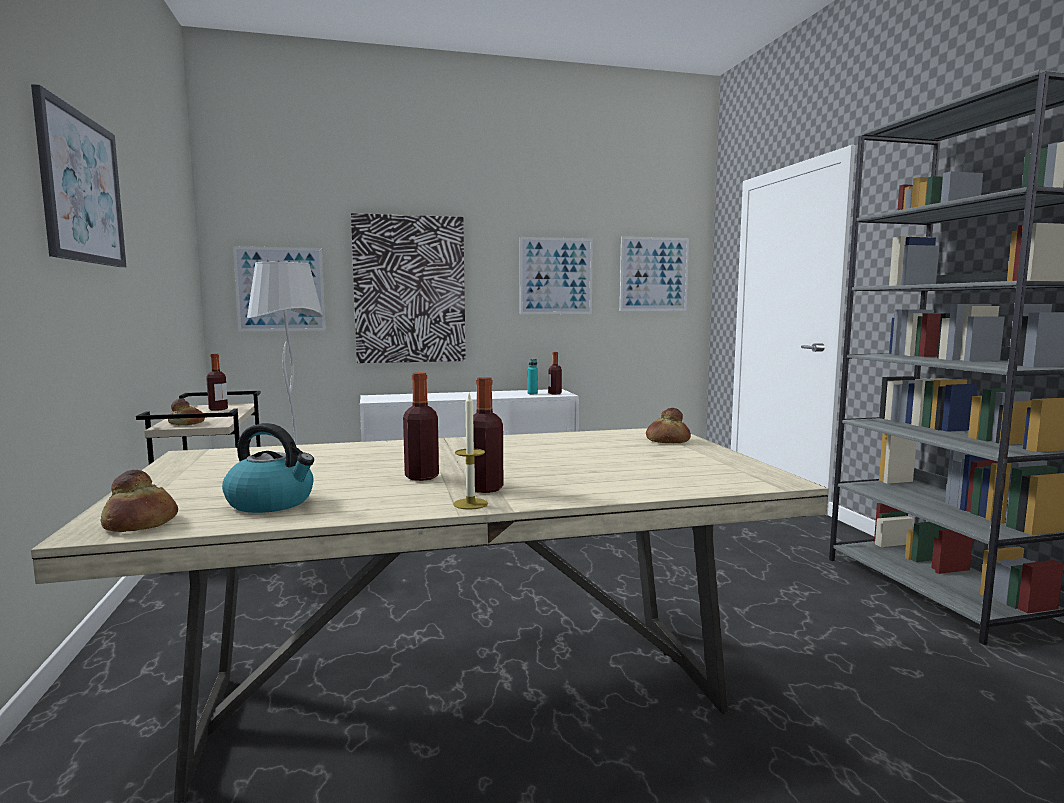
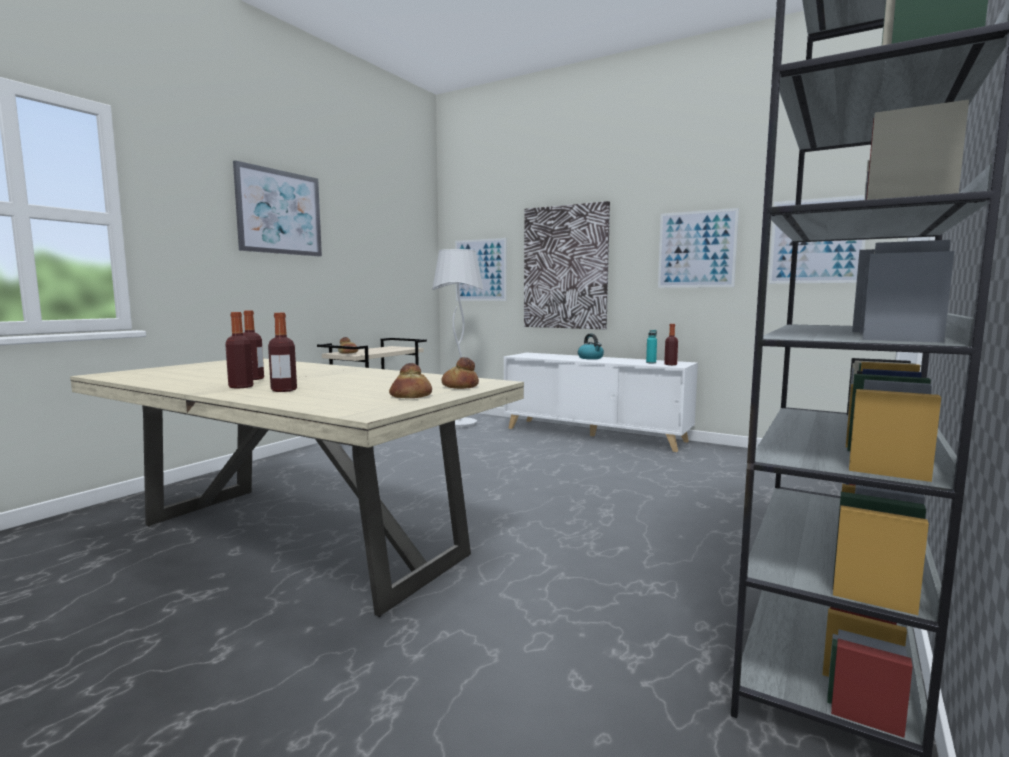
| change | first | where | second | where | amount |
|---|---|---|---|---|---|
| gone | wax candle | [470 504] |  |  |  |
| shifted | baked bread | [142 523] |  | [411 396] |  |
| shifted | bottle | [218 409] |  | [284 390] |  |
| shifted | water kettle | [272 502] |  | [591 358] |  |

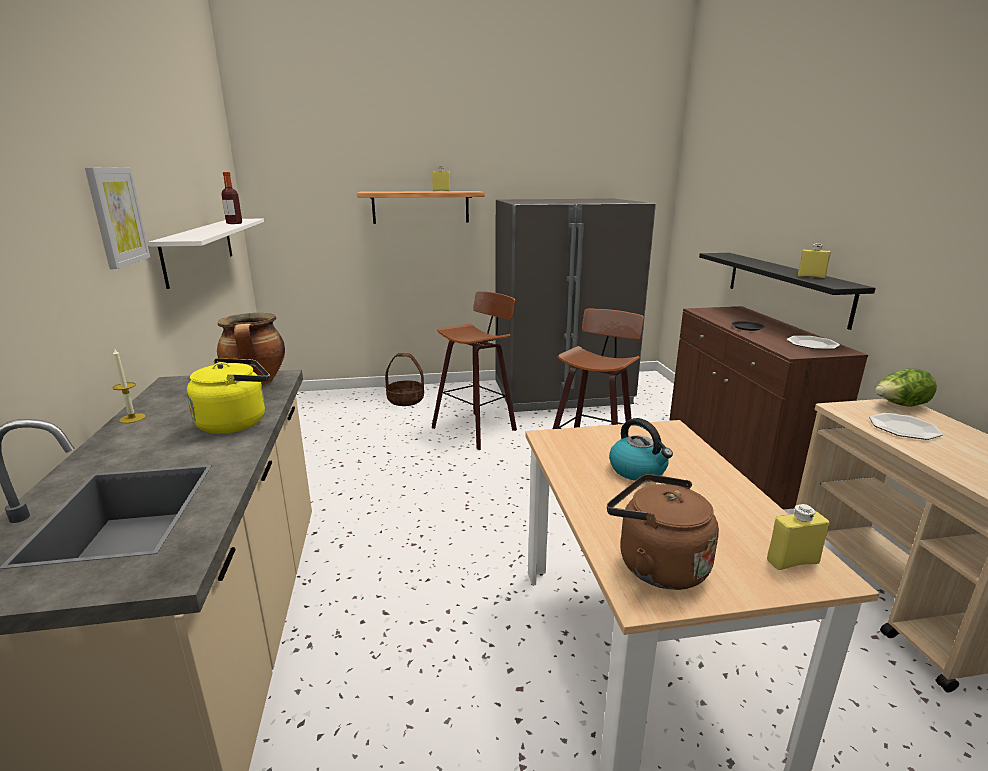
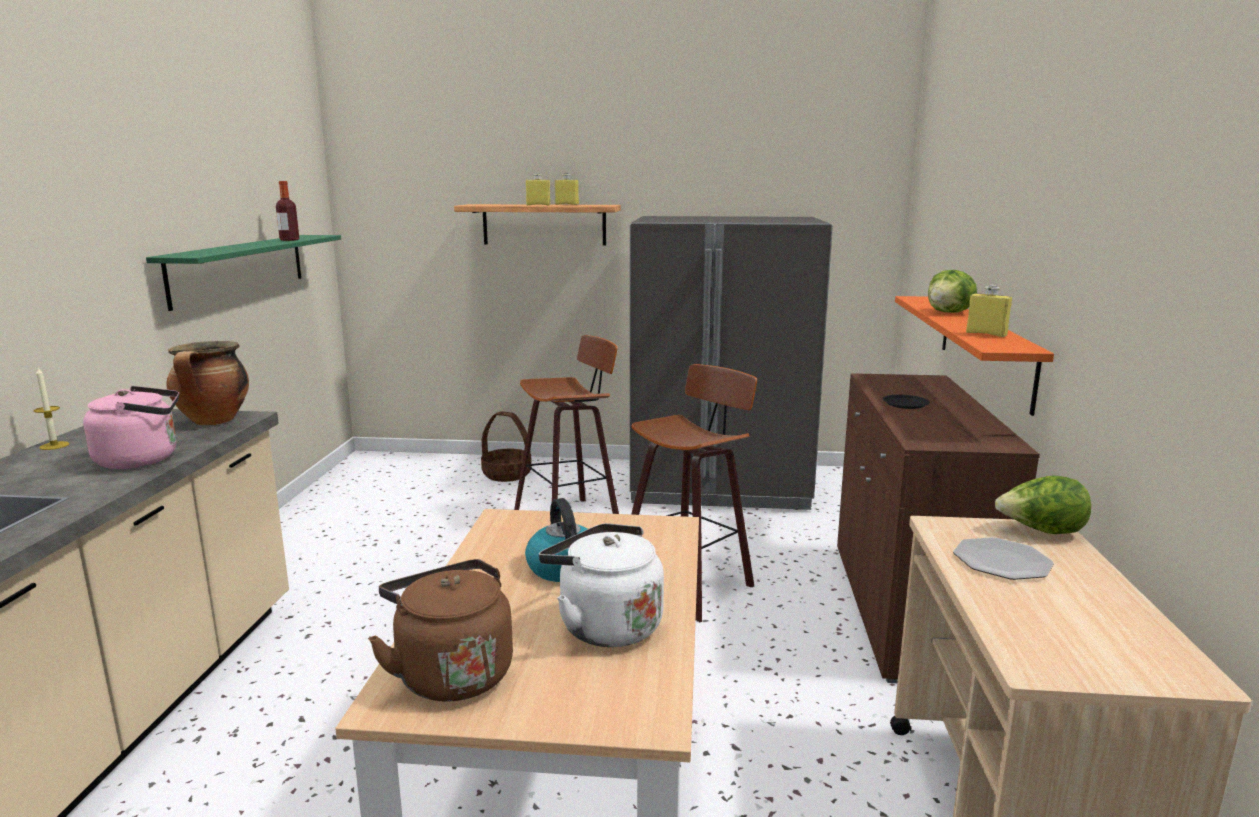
| change | first | where | second | where | amount |
|---|---|---|---|---|---|
| gone | wall art | [117 216] |  |  |  |
| gone | dinner plate | [812 344] |  |  |  |
| new |  |  | white-coloured water kettle | [604 625] |  |
| new |  |  | head of lettuce | [949 313] |  |
| shifted | yellowish bottle | [792 561] |  | [538 205] |  |
| repainted | white-coloured shelf | [200 249] | green shelf | [240 268] |  |
| repainted | yellowish water kettle | [237 422] | pinkish water kettle | [143 459] |  |
| repainted | black-coloured shelf | [785 286] | orangey shelf | [985 348] |  |

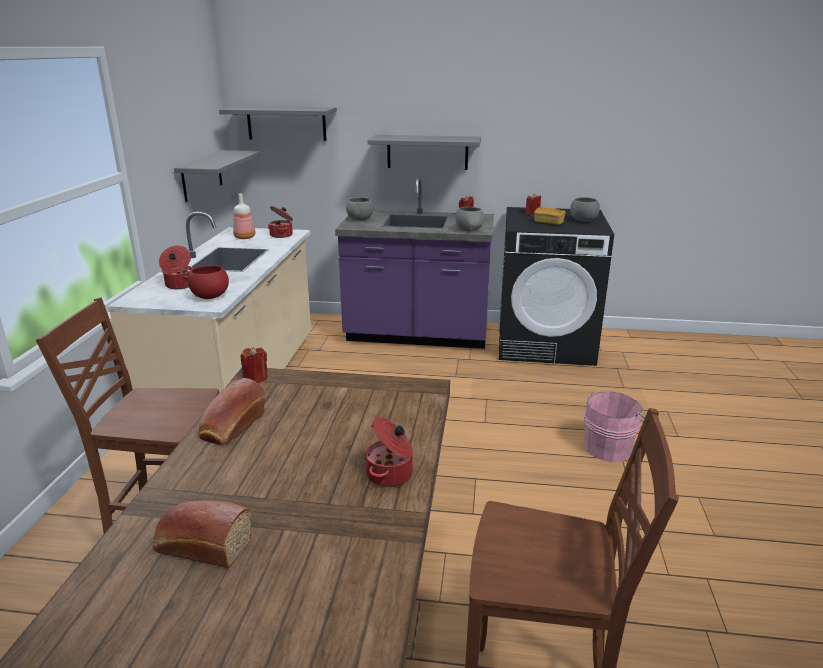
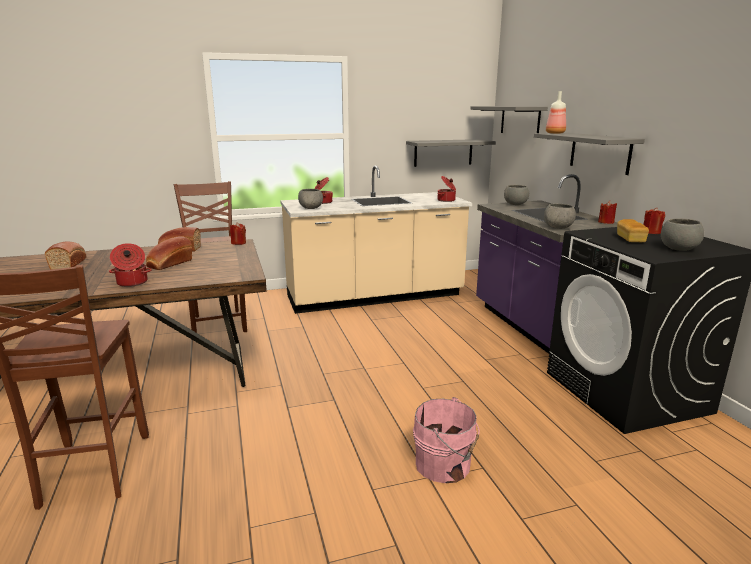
| change | first | where | second | where | amount |
|---|---|---|---|---|---|
| new |  |  | baked bread | [169 264] |  |
| shifted | bottle | [244 237] |  | [554 133] |  |
| repainted | red-coloured deep dish | [210 297] | gray deep dish | [311 208] |  |

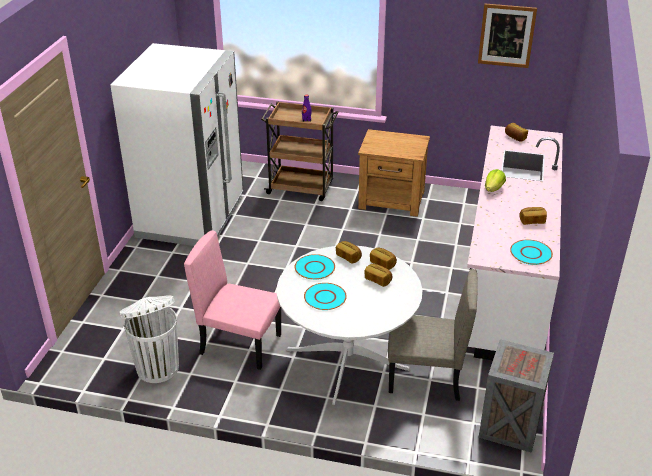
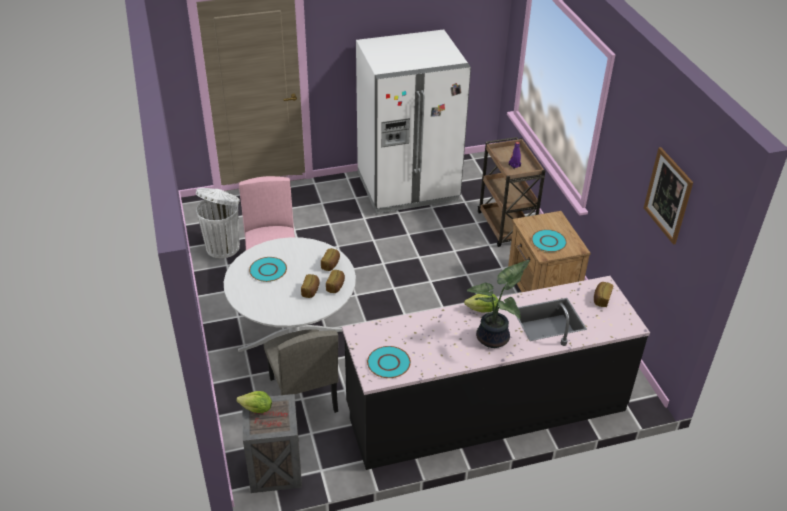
| change | first | where | second | where | amount |
|---|---|---|---|---|---|
| gone | baked bread | [532 221] |  |  |  |
| new |  |  | head of lettuce | [257 409] |  |
| new |  |  | houseplant | [495 338] |  |
| shifted | blue-green dinner plate | [314 268] |  | [548 241] |  |
| repainted | white-coloured kitchen counter | [506 277] | black-coloured kitchen counter | [486 408] |  |

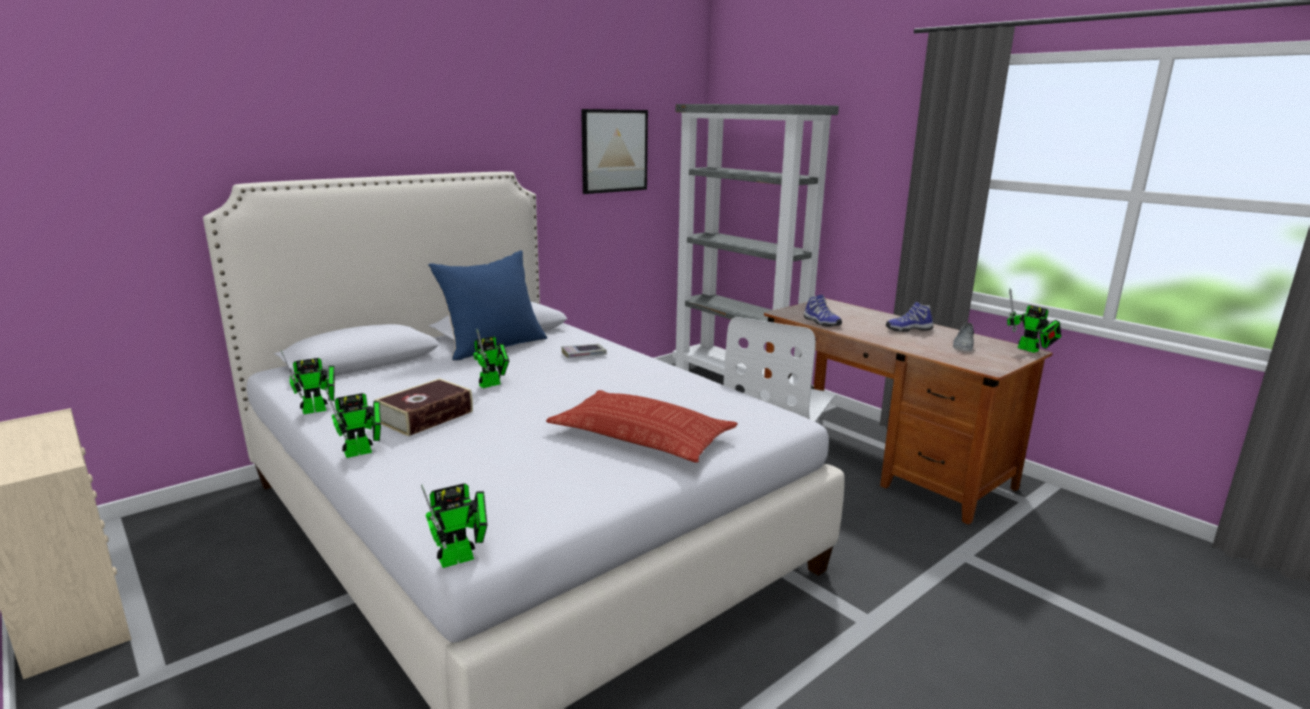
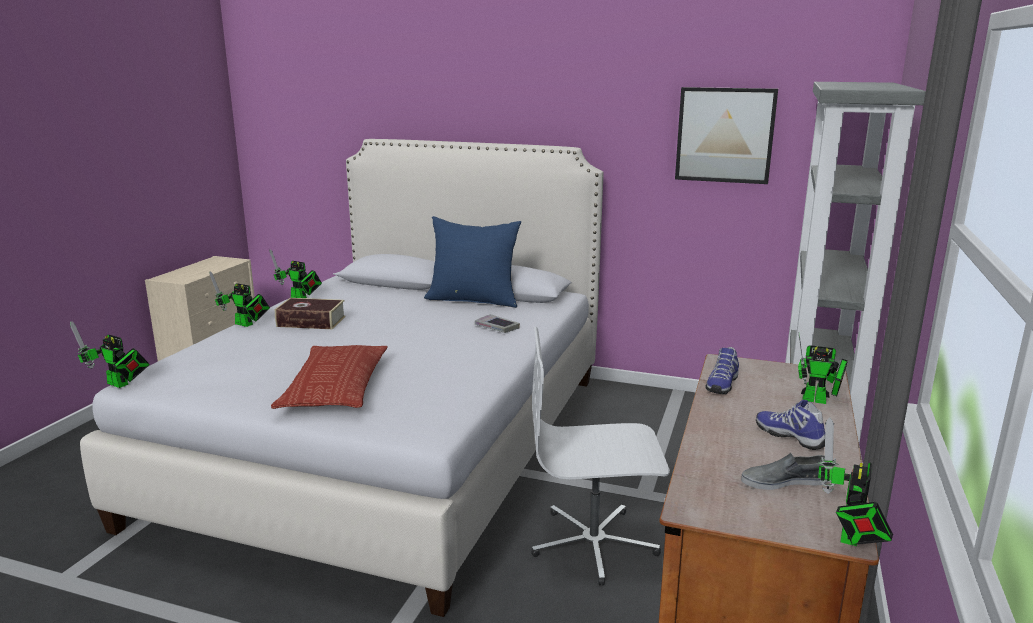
| change | first | where | second | where | amount |
|---|---|---|---|---|---|
| shifted | robot figure | [493 384] |  | [818 400] |  |

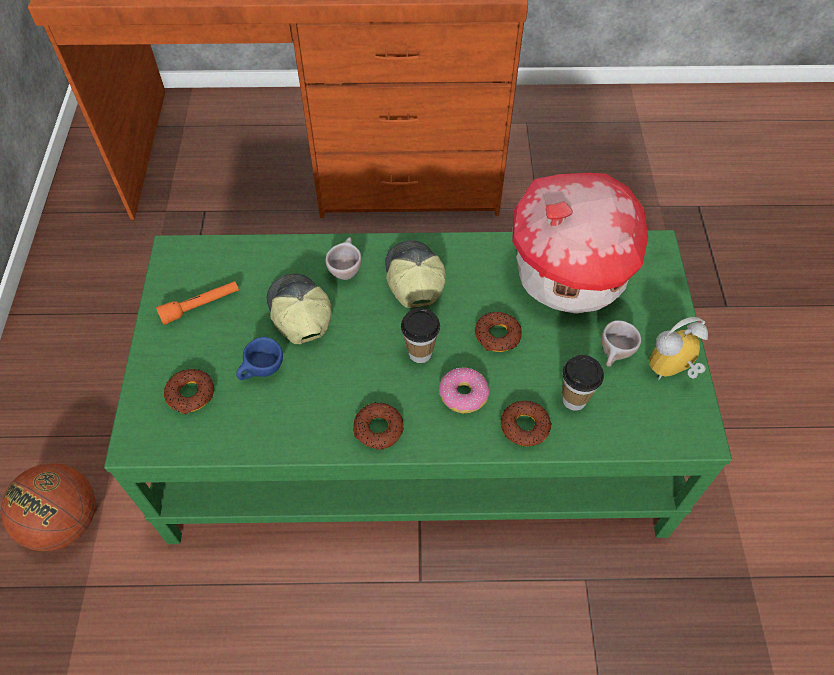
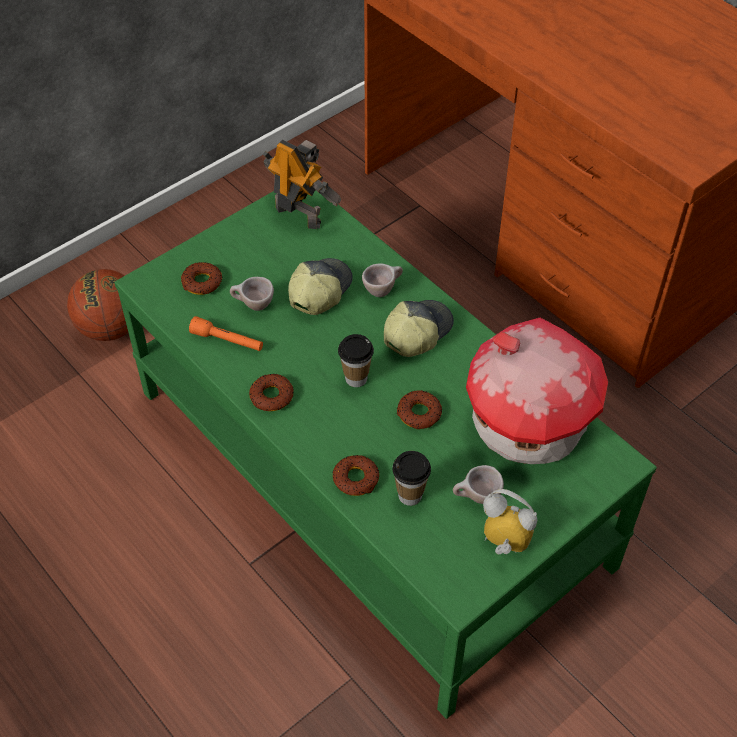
| change | first | where | second | where | amount |
|---|---|---|---|---|---|
| gone | doughnut | [463 395] |  |  |  |
| new |  |  | robot figure | [299 214] |  |
| shifted | orangey flashlight | [201 306] |  | [227 341] |  |
| repainted | blue cup | [262 373] | beige-coloured cup | [253 306] |  |

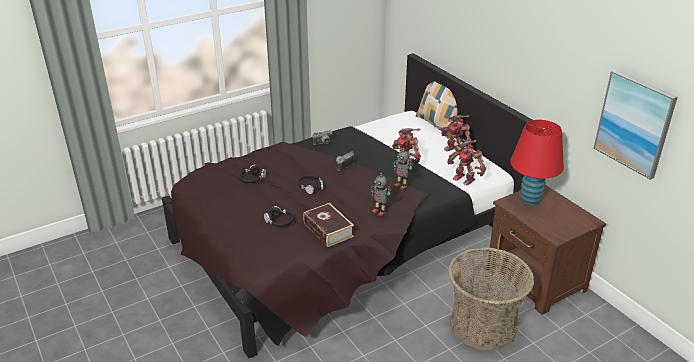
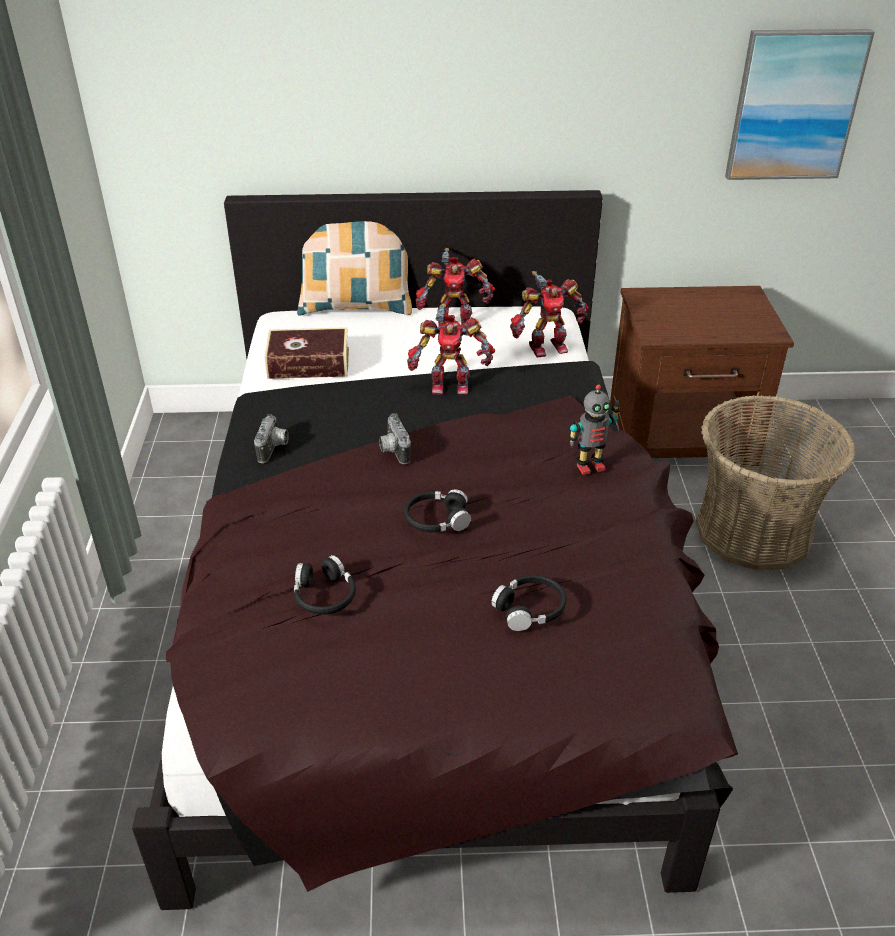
| change | first | where | second | where | amount |
|---|---|---|---|---|---|
| gone | robot figure | [401 186] |  |  |  |
| gone | red-coloured tabletop lamp | [530 200] |  |  |  |
| shifted | volume | [328 230] |  | [309 363] |  |

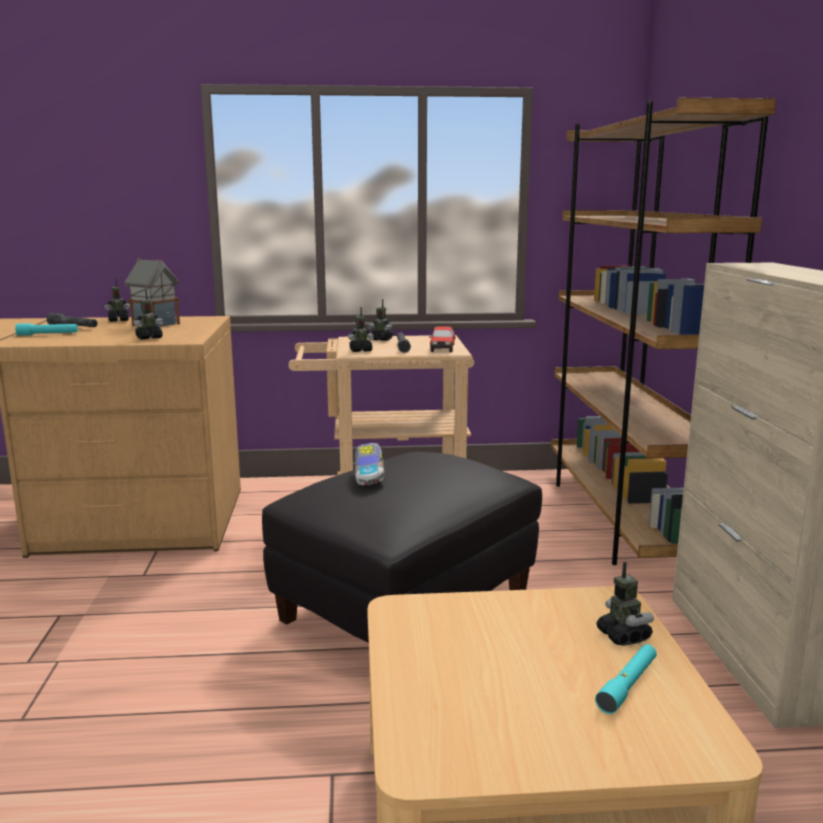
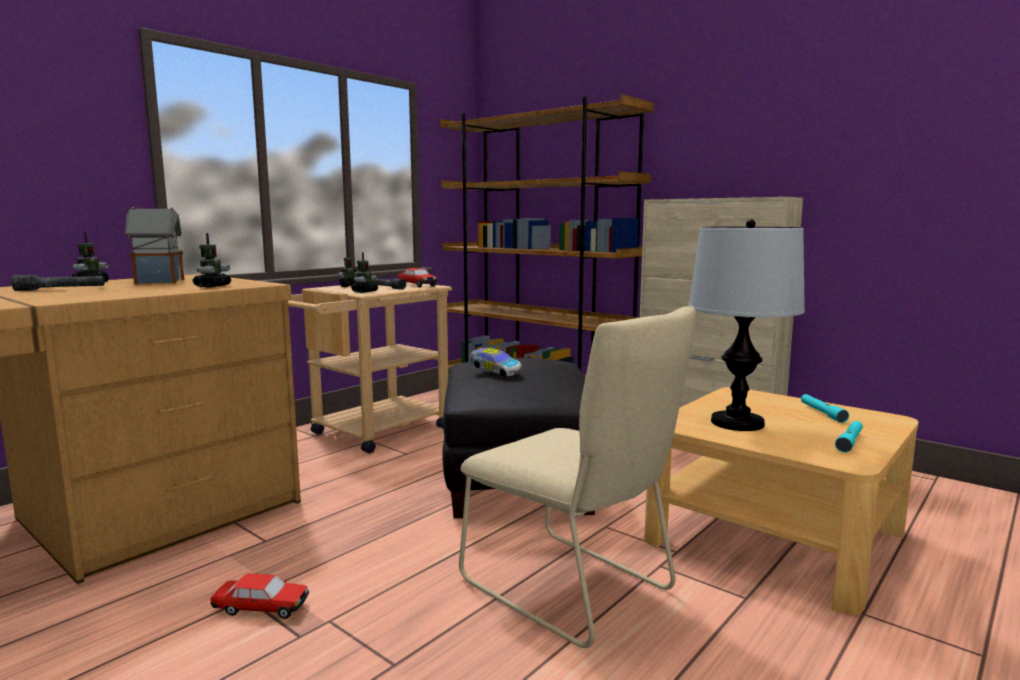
| change | first | where | second | where | amount |
|---|---|---|---|---|---|
| gone | robot figure | [623 636] |  |  |  |
| new |  |  | toy car | [261 608] |  |
| new |  |  | beige-coloured chair | [573 589] |  |
| new |  |  | tabletop lamp | [737 423] |  |
| shifted | blue-green flashlight | [48 334] |  | [849 442] |  |

